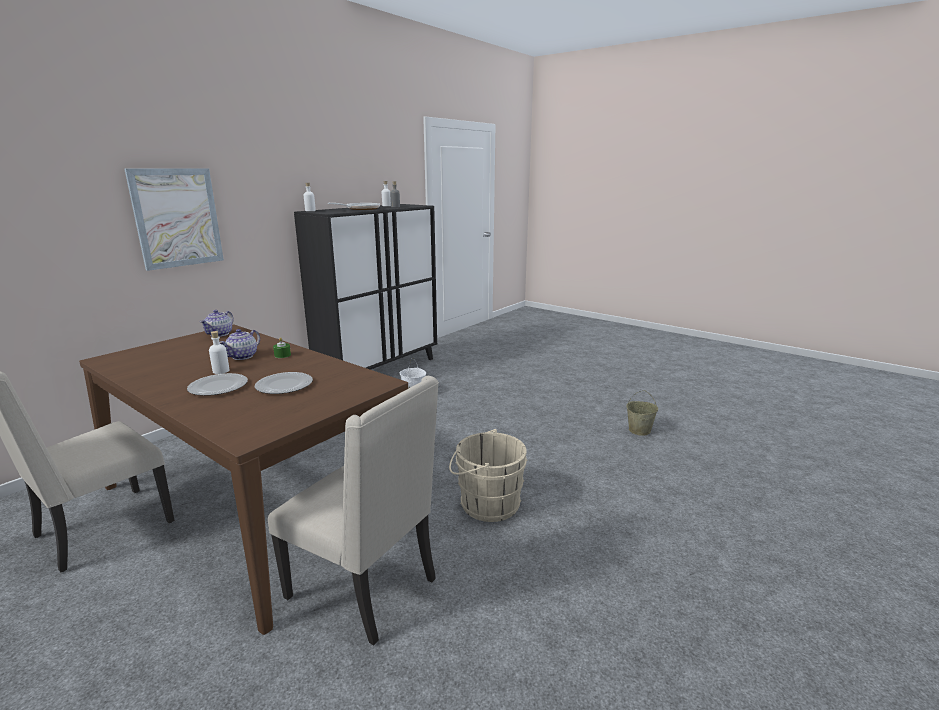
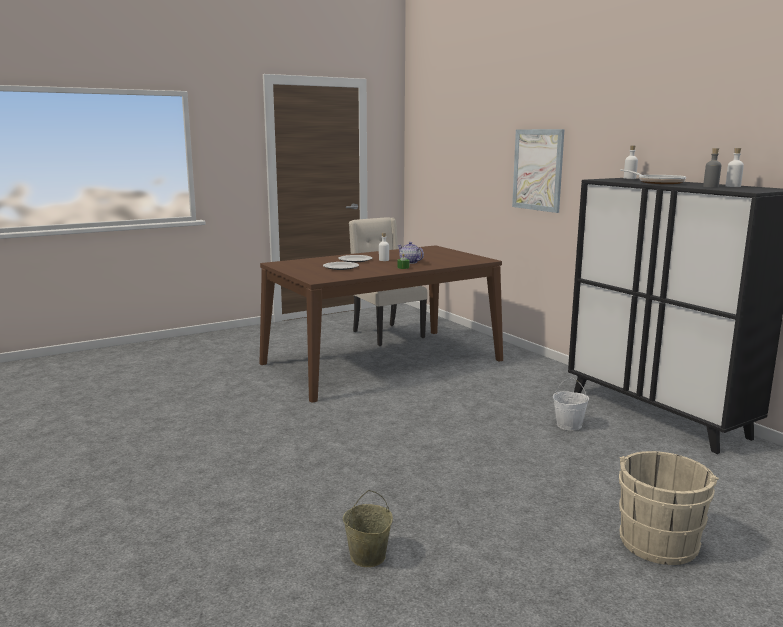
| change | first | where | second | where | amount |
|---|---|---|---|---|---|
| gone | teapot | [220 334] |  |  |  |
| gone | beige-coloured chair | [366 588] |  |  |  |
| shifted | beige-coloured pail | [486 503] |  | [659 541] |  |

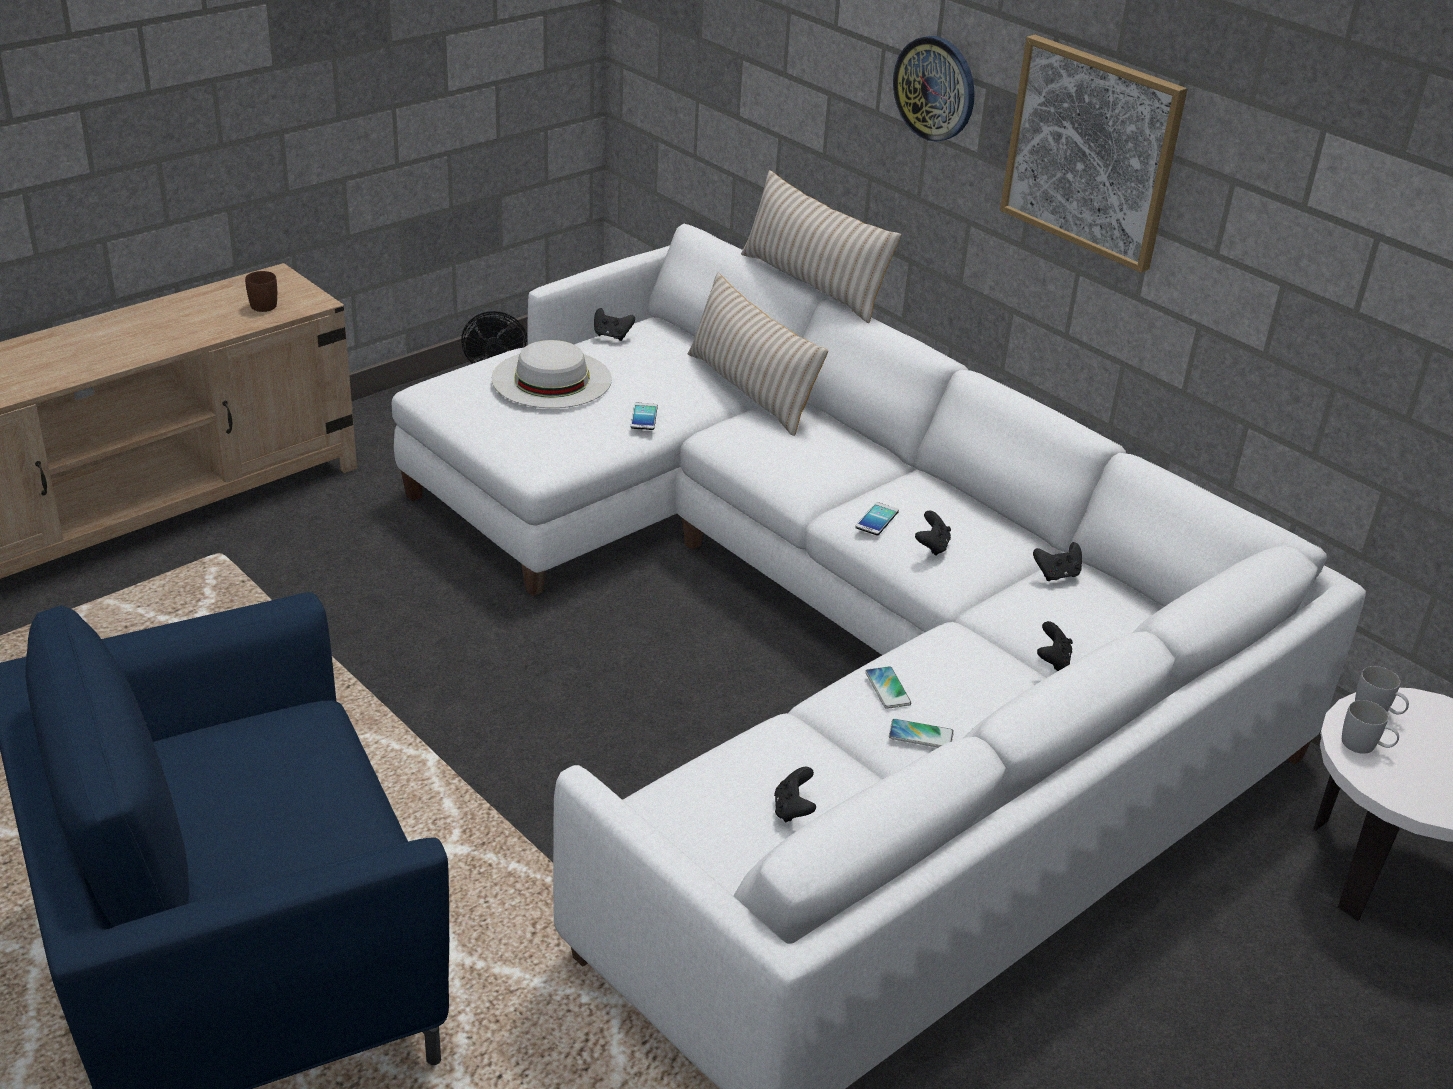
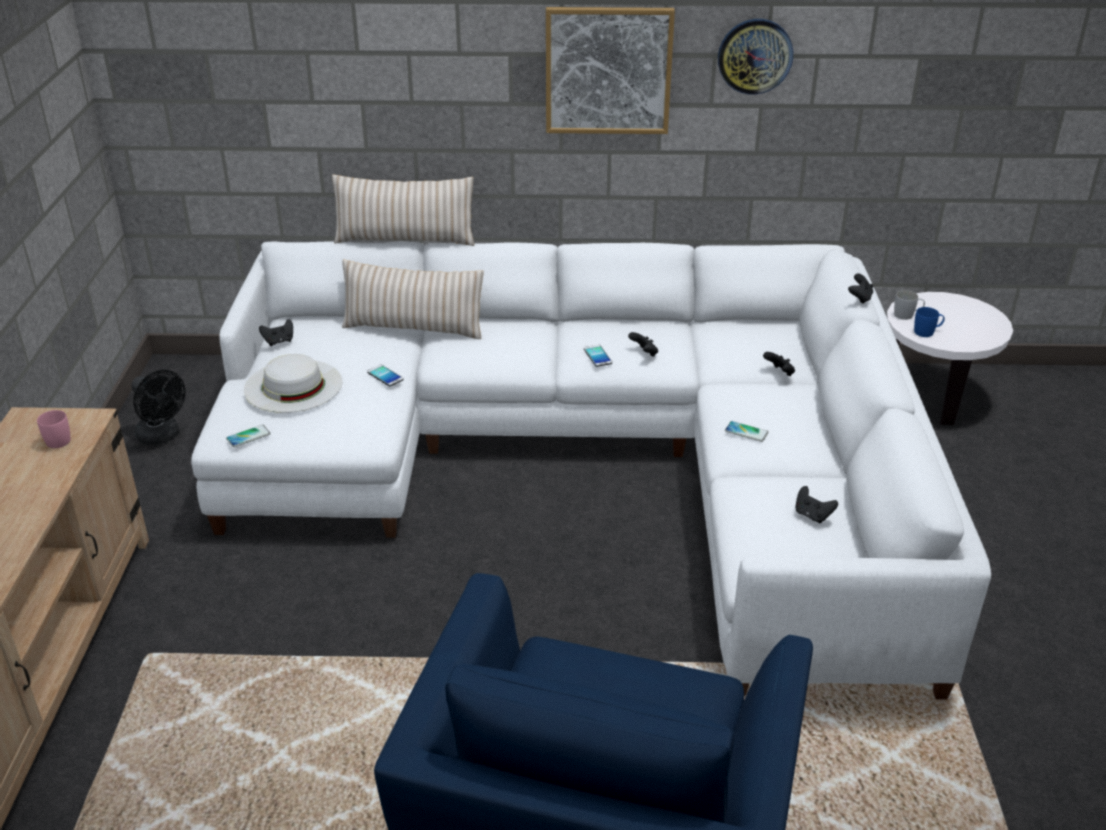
| change | first | where | second | where | amount |
|---|---|---|---|---|---|
| shifted | phone | [921 735] |  | [248 436] |  |
| shifted | clock on the wall | [935 88] |  | [755 56] |  |
| shifted | black-coloured game controller | [1057 575] |  | [859 298] |  |
| repainted | brown-coloured tea mug | [265 303] | pinkish tea mug | [56 439] |  |
| repainted | white-coloured tea mug | [1365 746] | blue tea mug | [927 332] |  |

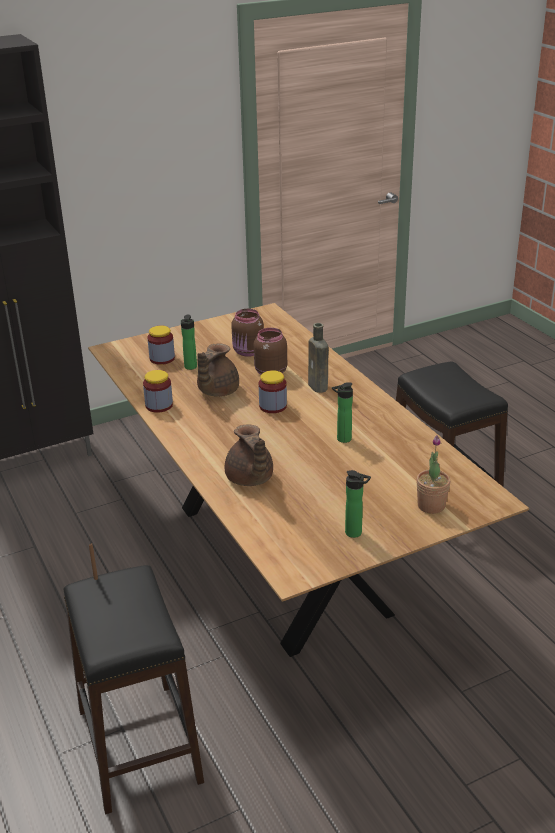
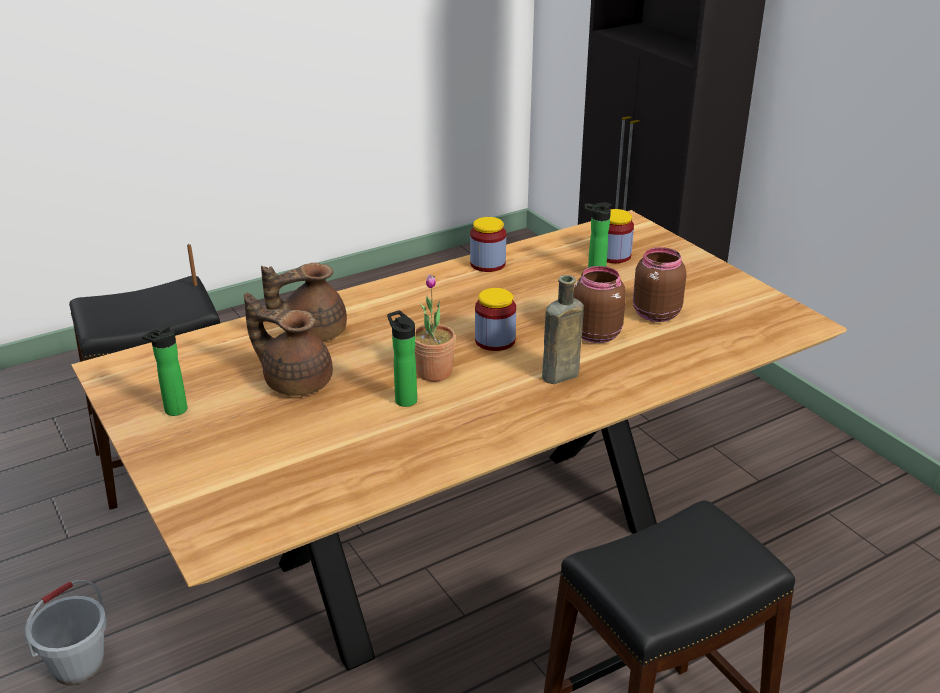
| change | first | where | second | where | amount |
|---|---|---|---|---|---|
| new |  |  | gray pail | [78 666] |  |
| shifted | brown-coloured teapot | [216 391] |  | [296 381] |  |
| shifted | houseplant | [431 505] |  | [434 372] |  |

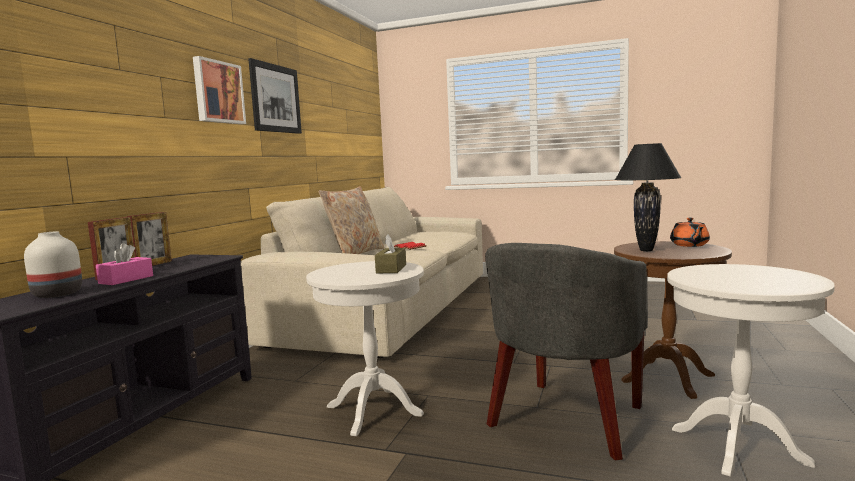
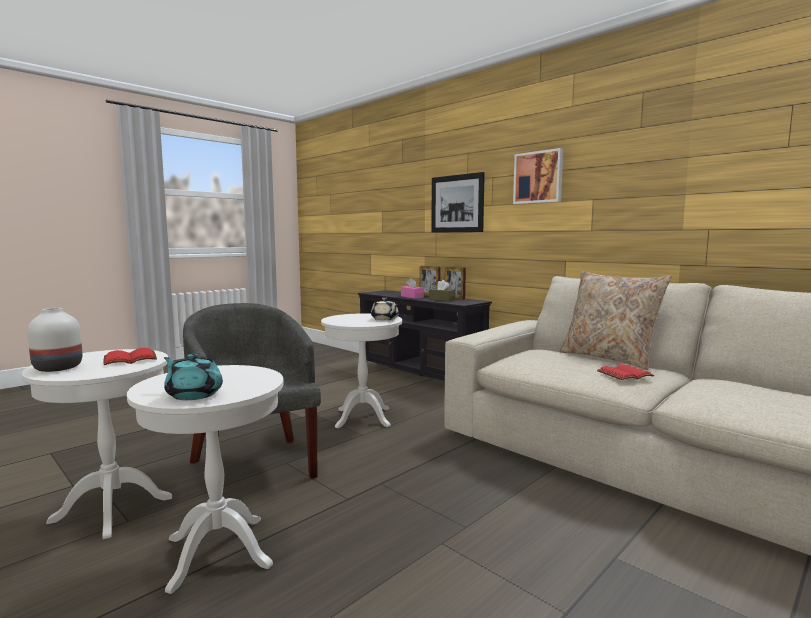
| change | first | where | second | where | amount |
|---|---|---|---|---|---|
| gone | black-coloured tabletop lamp | [645 250] |  |  |  |
| new |  |  | red-coloured volume | [129 359] |  |
| new |  |  | beige-coloured teapot | [385 319] |  |
| shifted | white-coloured flower vase | [57 294] |  | [59 367] |  |
| shifted | wall art | [275 98] |  | [457 203] |  |
| shifted | brown-coloured tissue holder | [391 269] |  | [442 299] |  |
| repainted | brown-coloured side table | [668 378] | white-coloured side table | [218 552] |  |
| repainted | orangey teapot | [689 245] | blue-green teapot | [194 394] |  |

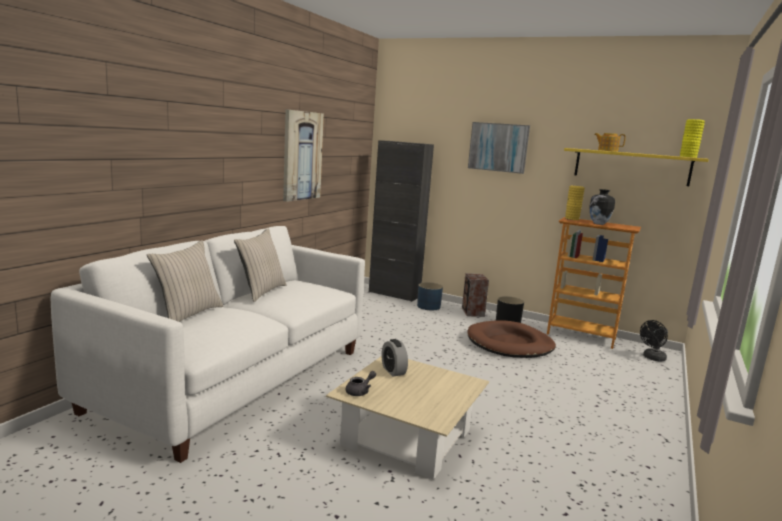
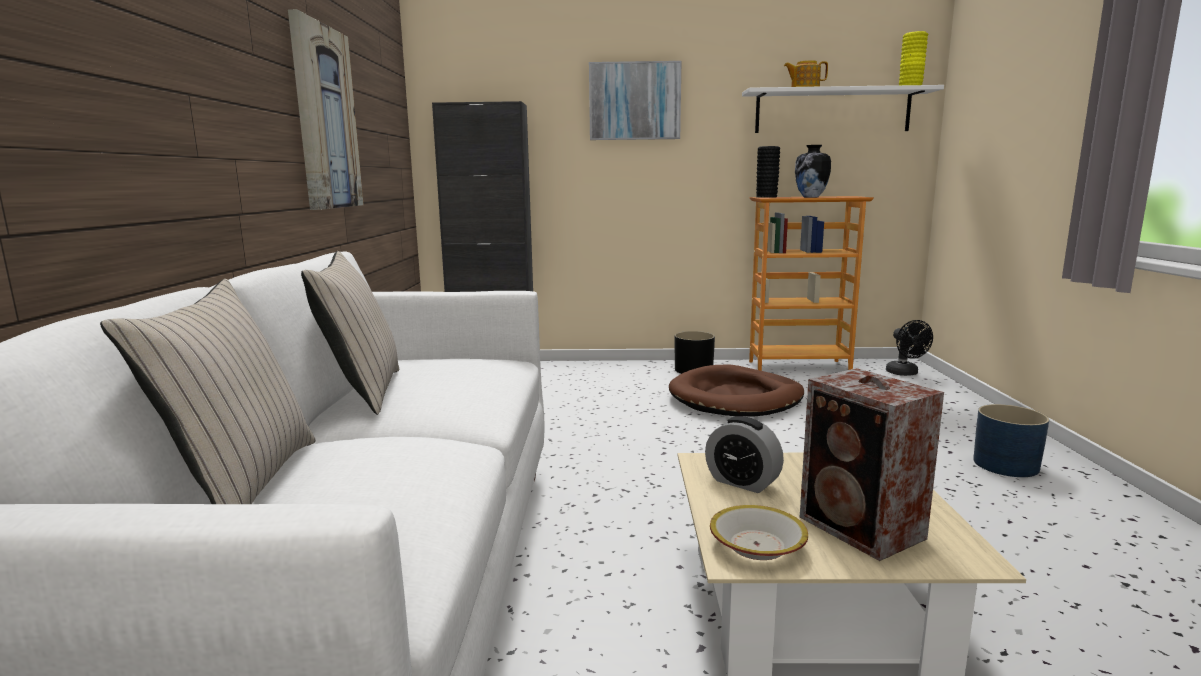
| change | first | where | second | where | amount |
|---|---|---|---|---|---|
| shifted | blue planter | [429 306] |  | [1005 465] |  |
| shifted | speaker | [472 312] |  | [863 530] |  |
| swapped | gray teapot | [360 391] | deep dish | [756 545] |  |
| repainted | yellowish shelf | [631 166] | white-coloured shelf | [832 111] |  |
| repainted | yellowish flower vase | [572 219] | black-coloured flower vase | [766 197] |  |
| rotated | black-coloured electric fan | [652 358] |  | [905 373] | 45 degrees counterclockwise |

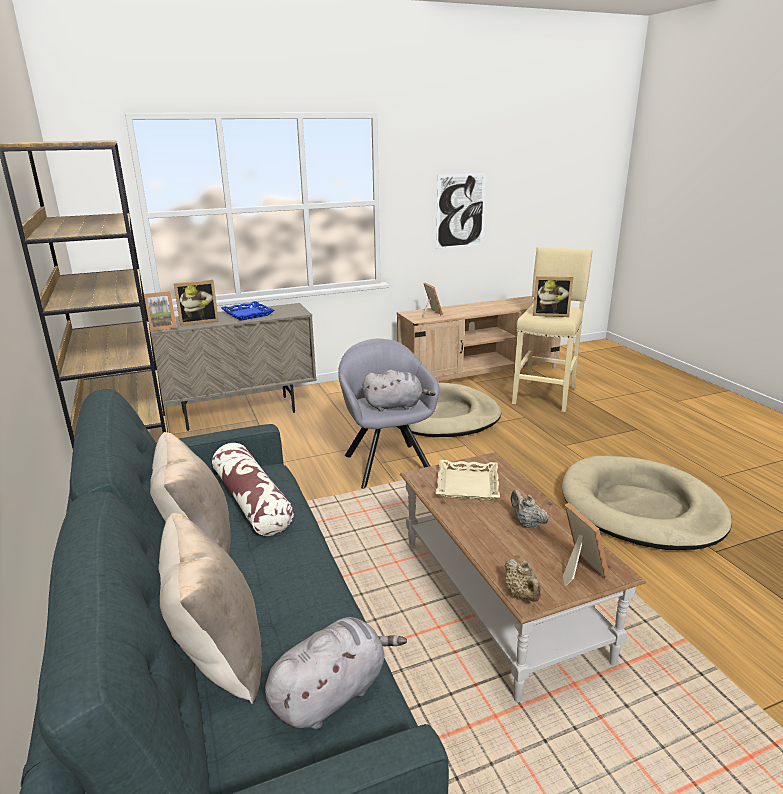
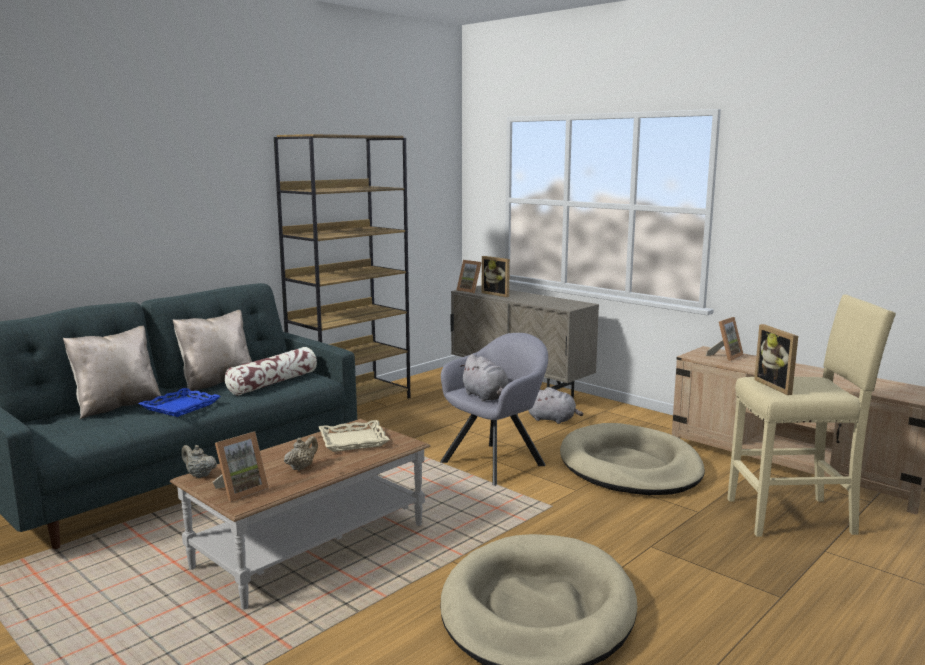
| change | first | where | second | where | amount |
|---|---|---|---|---|---|
| gone | wall art | [460 211] |  |  |  |
| shifted | blue tray | [247 314] |  | [180 407] |  |
| shifted | gray cuddly toy | [332 692] |  | [553 419] |  |
| rotated | beige-coloured teapot | [521 595] |  | [199 475] | 75 degrees clockwise |

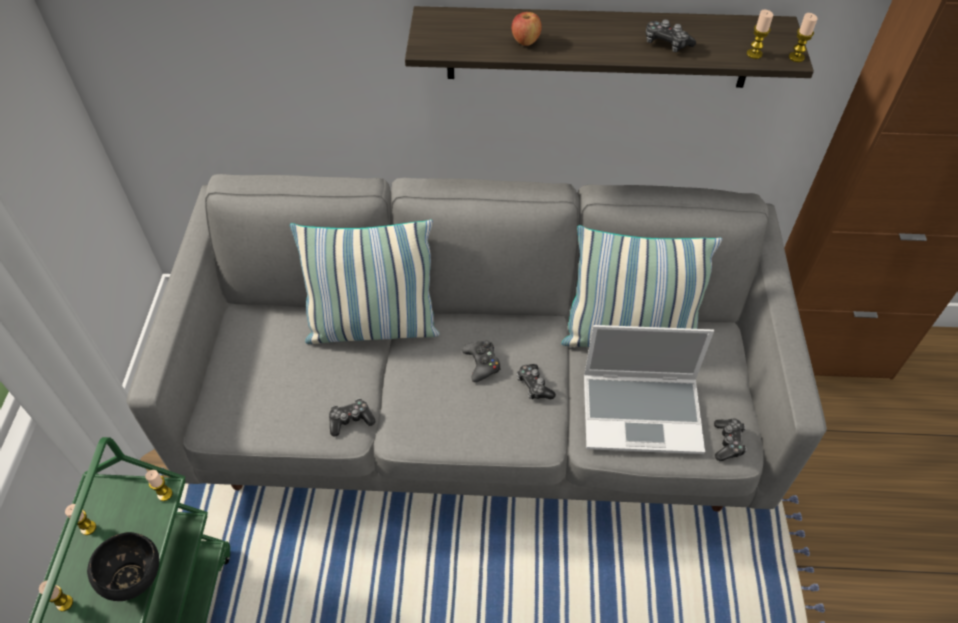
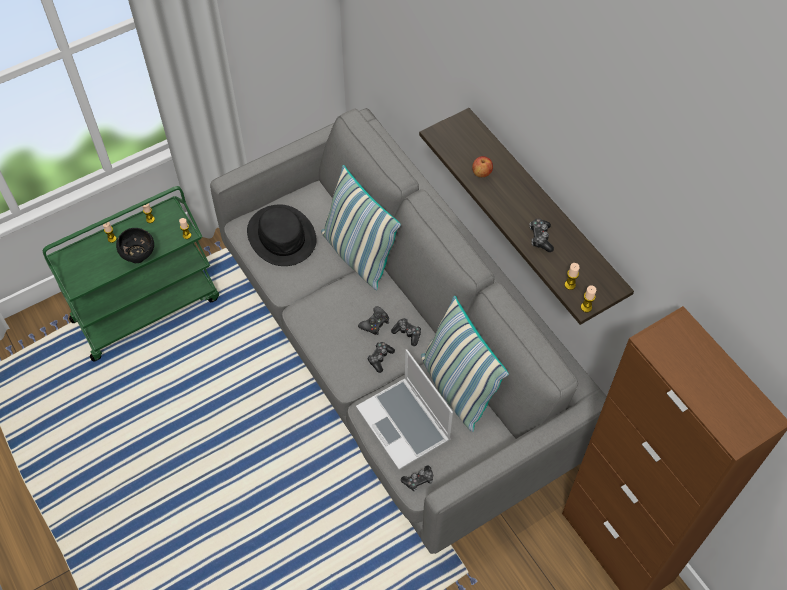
| change | first | where | second | where | amount |
|---|---|---|---|---|---|
| new |  |  | black-coloured wearable hat | [282 236] |  |
| shifted | game controller | [351 420] |  | [407 333] |  |

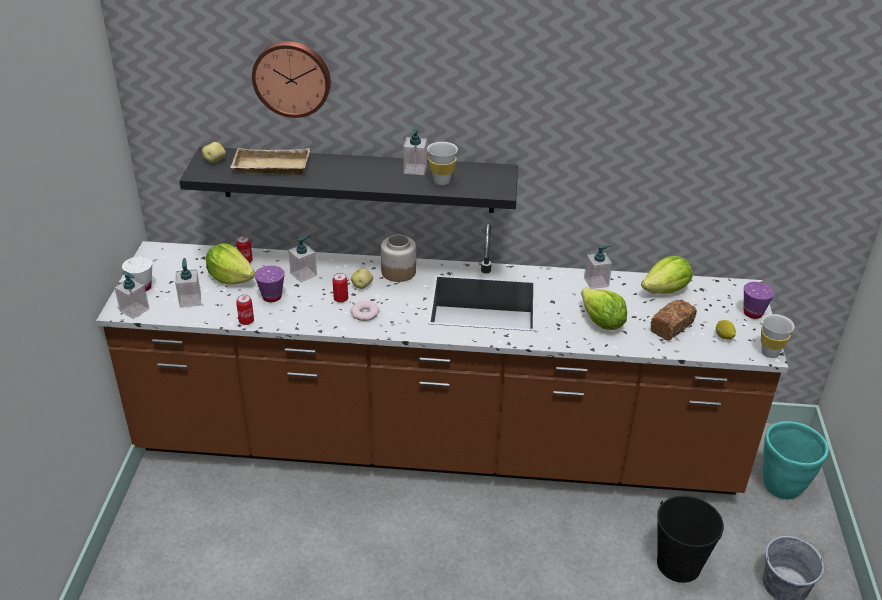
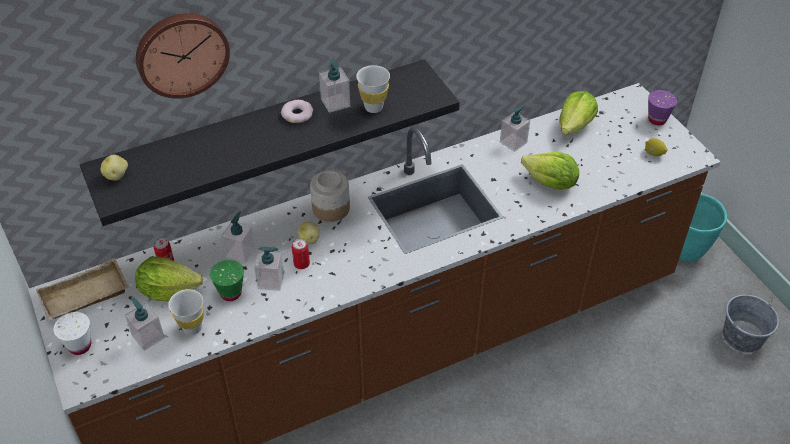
| change | first | where | second | where | amount |
|---|---|---|---|---|---|
| gone | metal can | [246 321] |  |  |  |
| gone | baked bread | [671 327] |  |  |  |
| gone | black-coloured pail | [678 564] |  |  |  |
| shifted | liquid soap bottle | [134 310] |  | [271 281] |  |
| shifted | beige-coloured tray | [270 168] |  | [84 297] |  |
| shifted | doughnut | [365 314] |  | [297 114] |  |
| shifted | white-coloured cup | [769 353] |  | [192 328] |  |
| repainted | purple-coloured cup | [272 297] | green cup | [230 293] |  |

